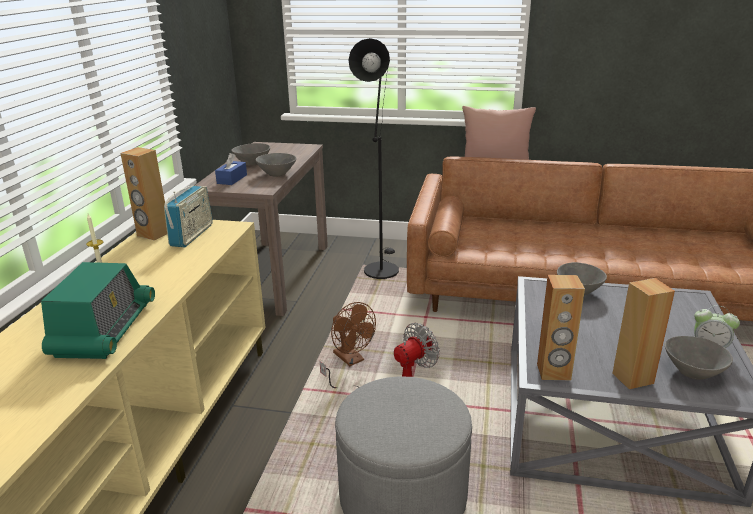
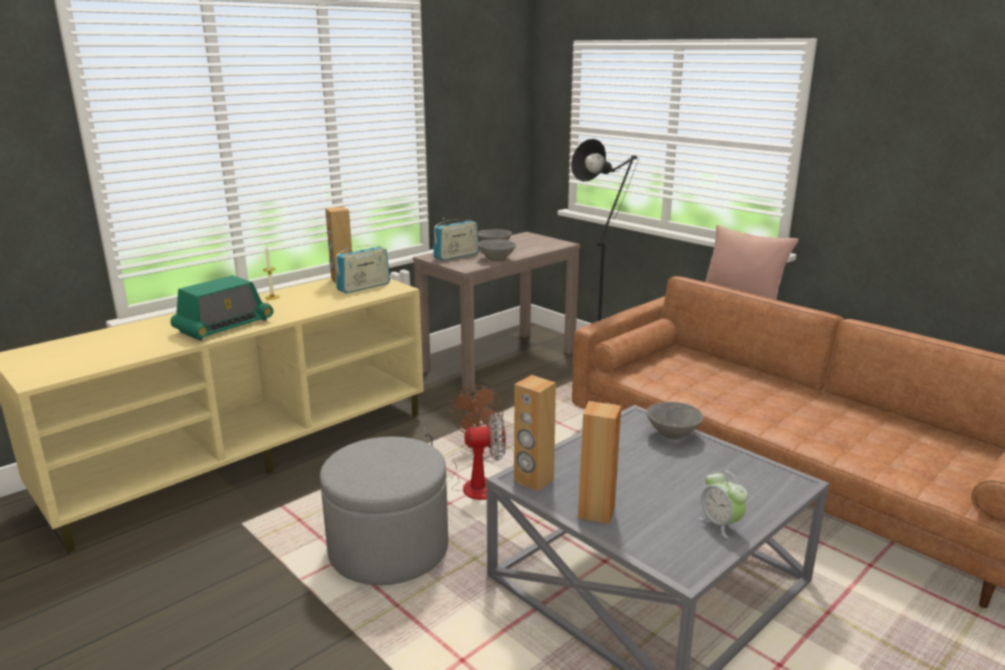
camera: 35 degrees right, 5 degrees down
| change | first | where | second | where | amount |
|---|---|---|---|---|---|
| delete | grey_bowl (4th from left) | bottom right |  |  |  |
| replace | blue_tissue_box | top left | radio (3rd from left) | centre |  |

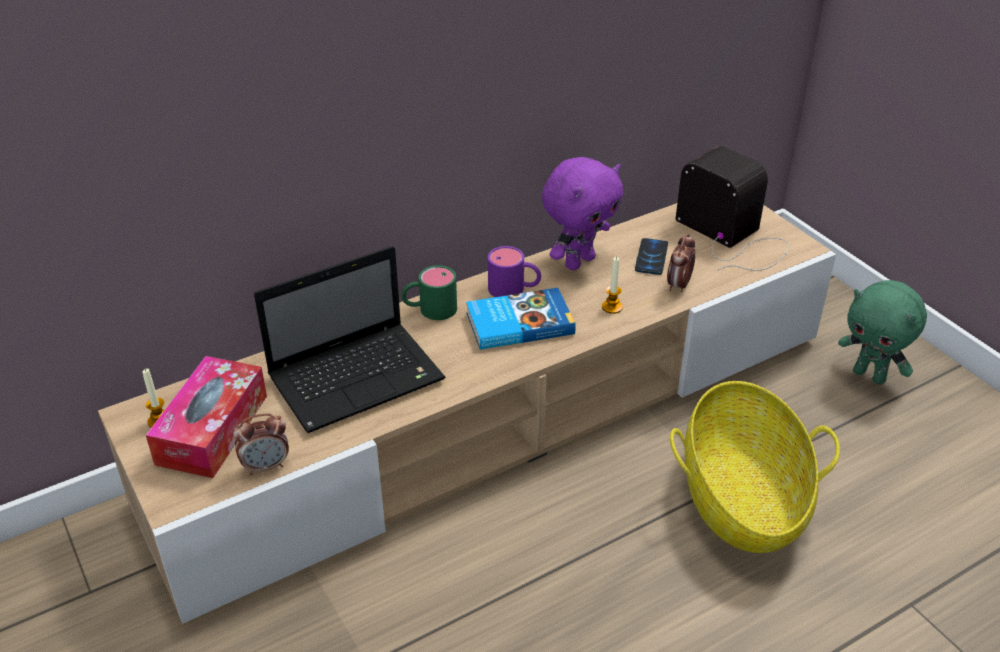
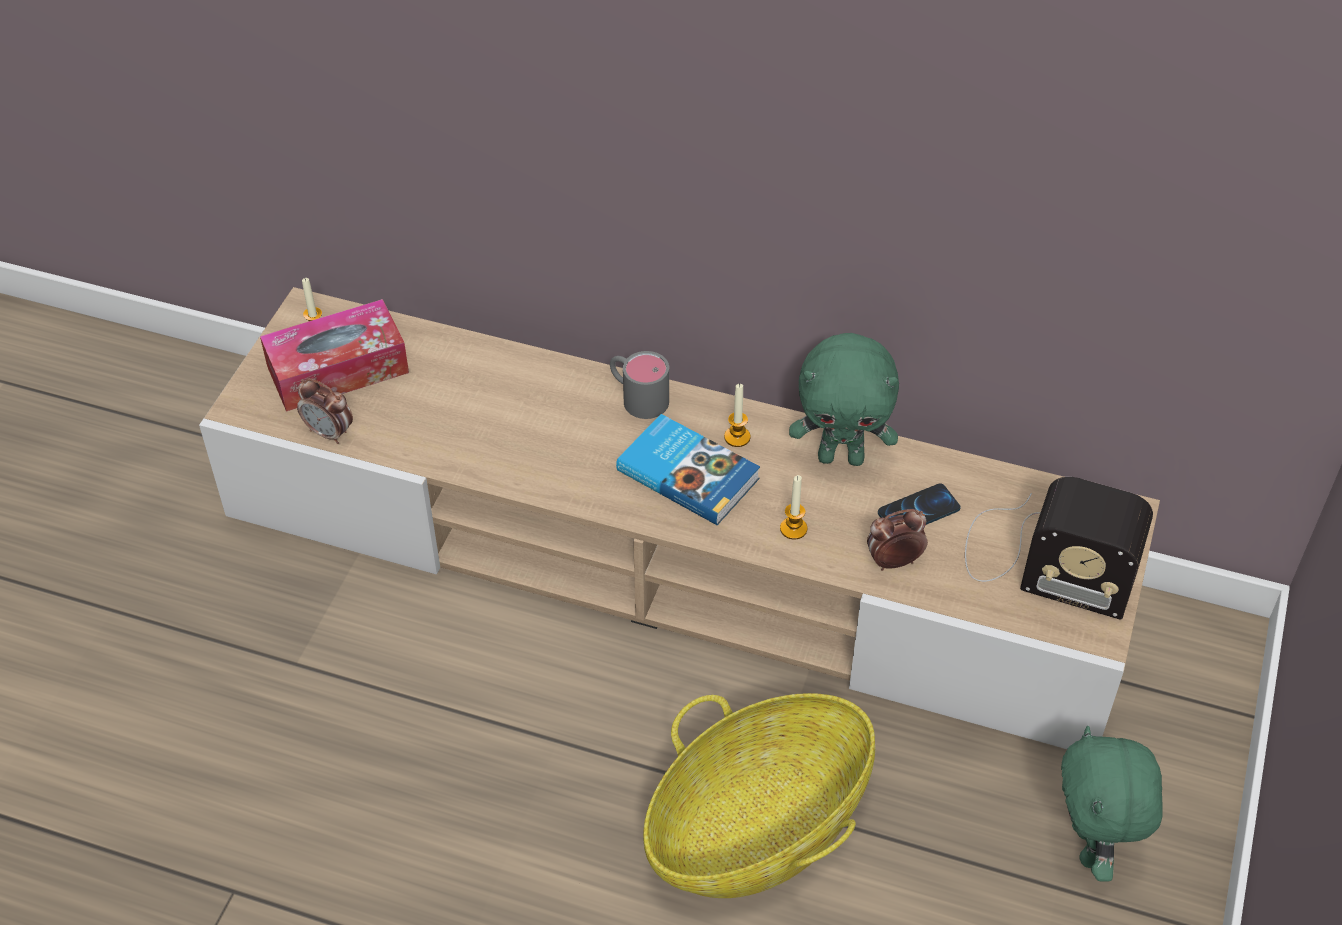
camera: 50 degrees right, 10 degrees up
| change | first | where | second | where | amount |
|---|---|---|---|---|---|
| delete | laptop | centre |  |  |  |
| replace | purple_mug | centre | candle (2nd from left) | centre |  |
| recolor | green_mug | centre | grey_mug | centre |  |
| recolor | purple_plush_toy | top centre | green_plush_toy (1st from left) | centre |  |
| rotate | radio | top right |  | middle right | 105 degrees clockwise |

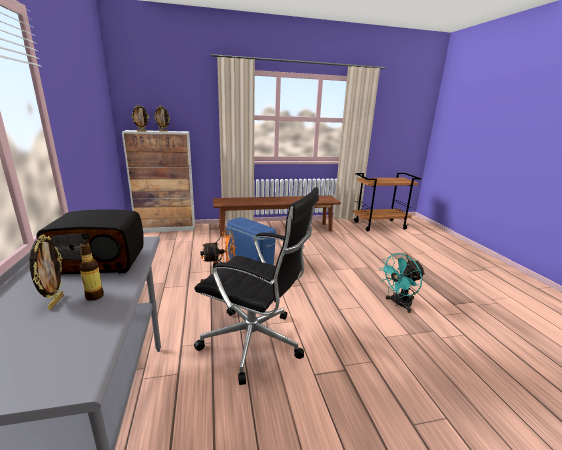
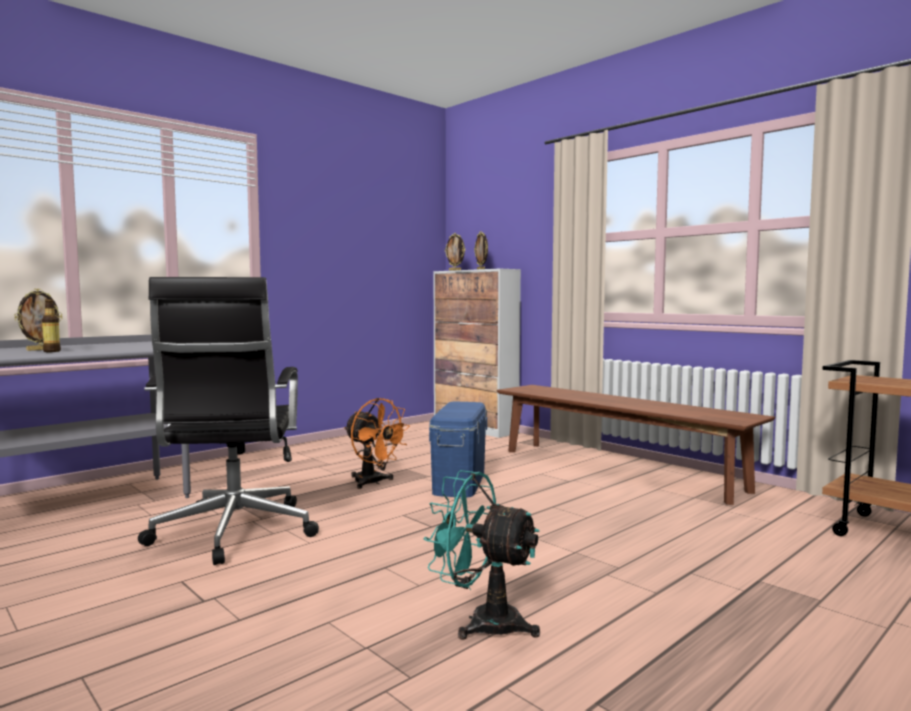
camera: 60 degrees right, 15 degrees down
| change | first | where | second | where | amount |
|---|---|---|---|---|---|
| delete | radio | middle left |  |  |  |

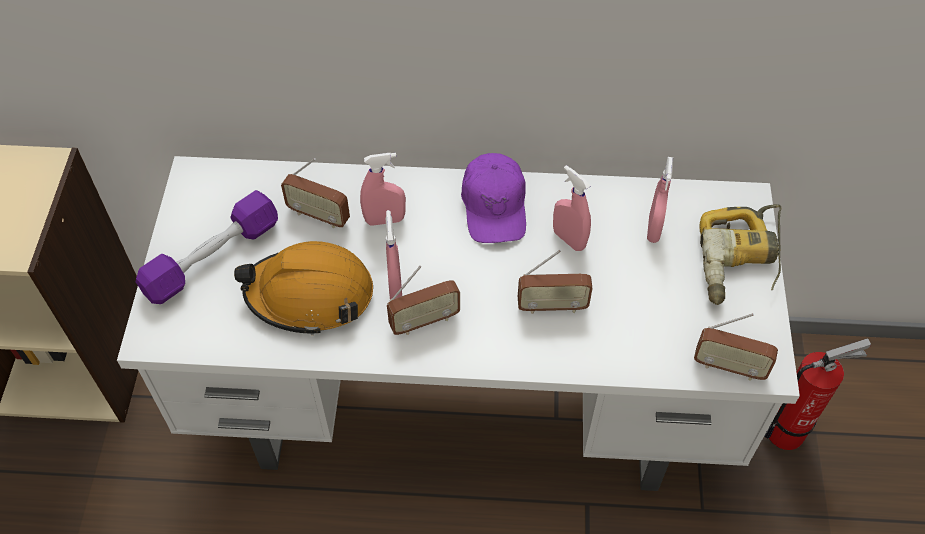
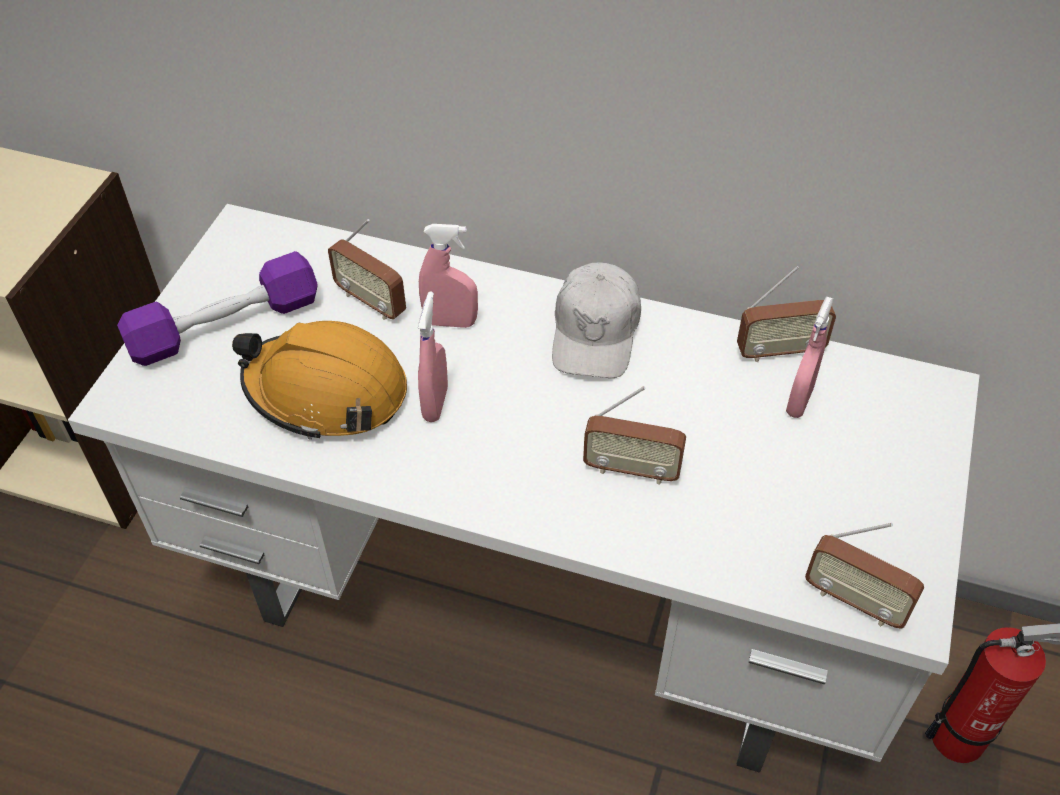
camera: 15 degrees right, 5 degrees down
| change | first | where | second | where | amount |
|---|---|---|---|---|---|
| delete | pink_spray_bottle (3rd from left) | centre |  |  |  |
| delete | power_drill | middle right |  |  |  |
| move | radio (2nd from left in the first image) | centre | radio (3rd from left) | middle right |  |
| recolor | purple_cap | centre | white_cap | centre |  |

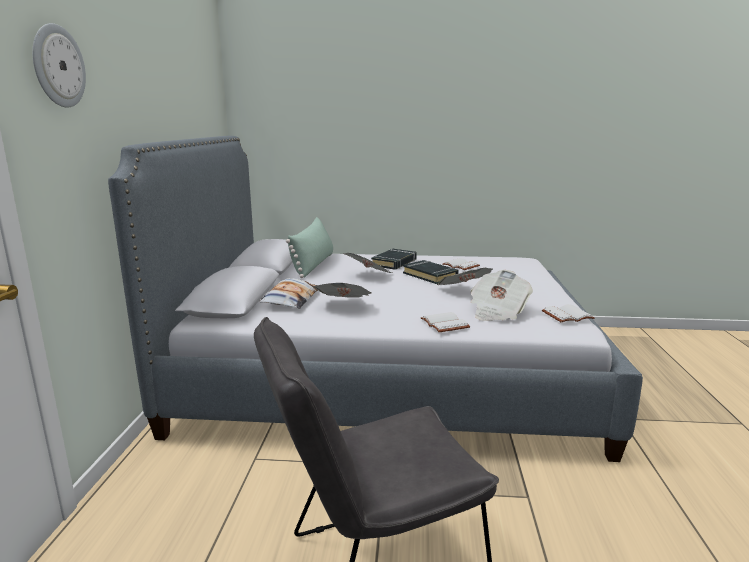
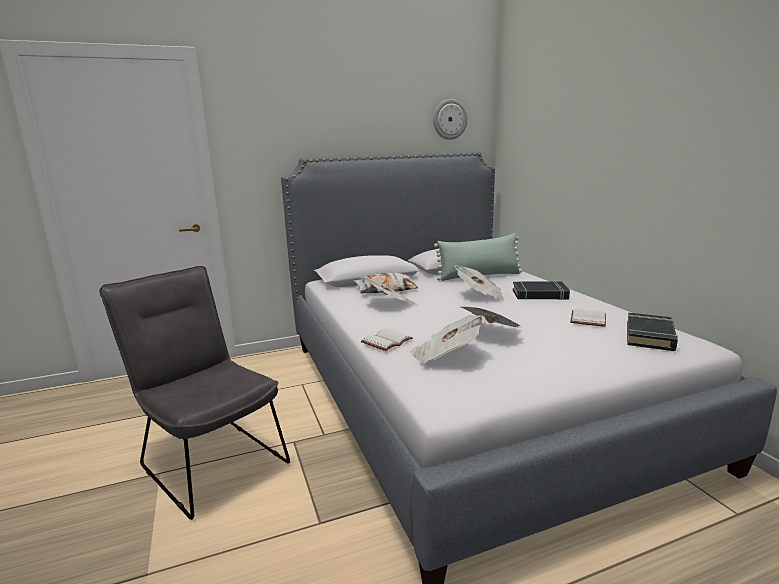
camera: 65 degrees right, 0 degrees up
| change | first | where | second | where | amount |
|---|---|---|---|---|---|
| delete | white_book (3rd from left) | middle right |  |  |  |
| move | wall_clock | top left |  | top centre |  |
| move | black_book (2nd from left) | centre |  | middle right |  |

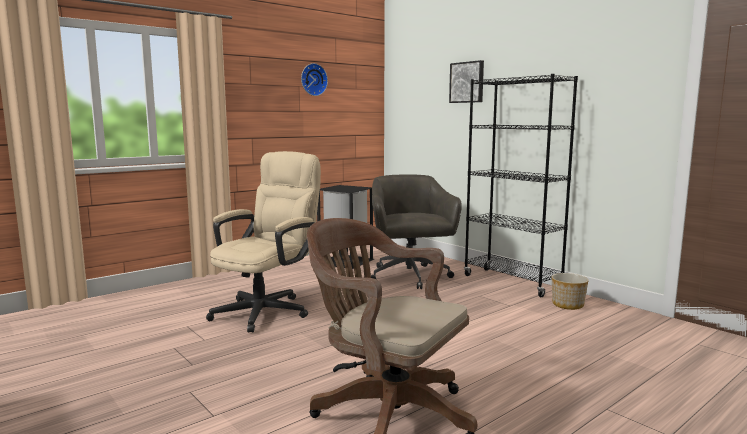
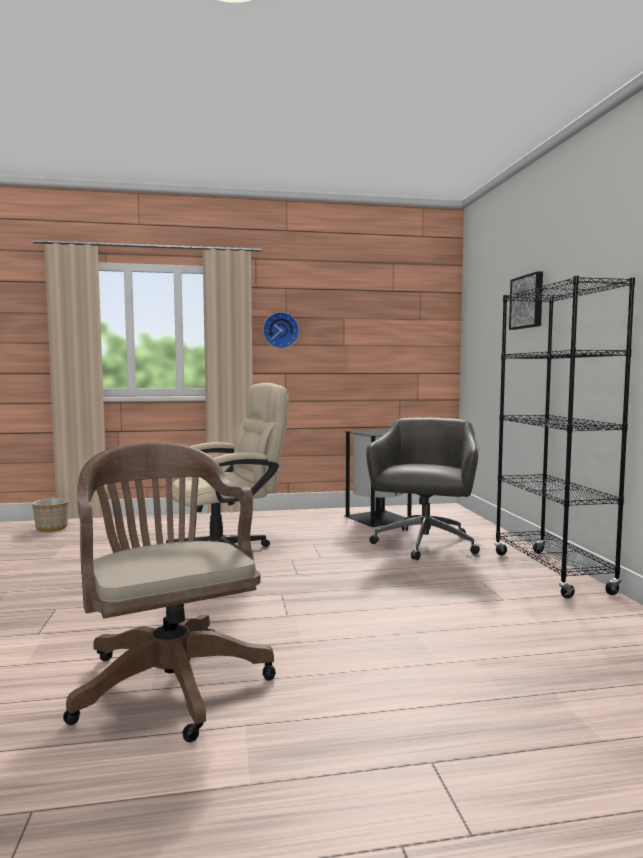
camera: 30 degrees right, 5 degrees down
| change | first | where | second | where | amount |
|---|---|---|---|---|---|
| move | wall_clock | top centre |  | centre |  |
| move | planter | bottom right |  | middle left |  |

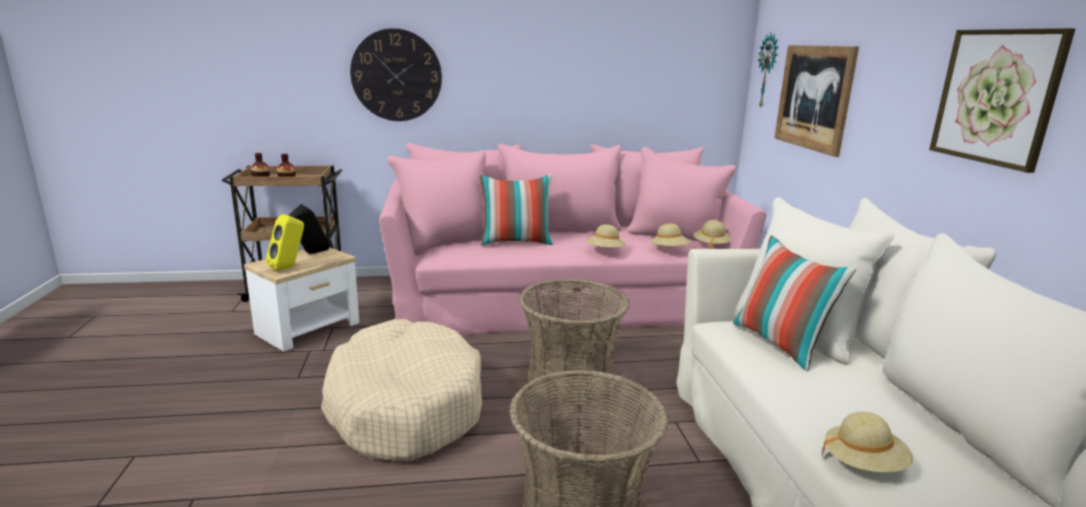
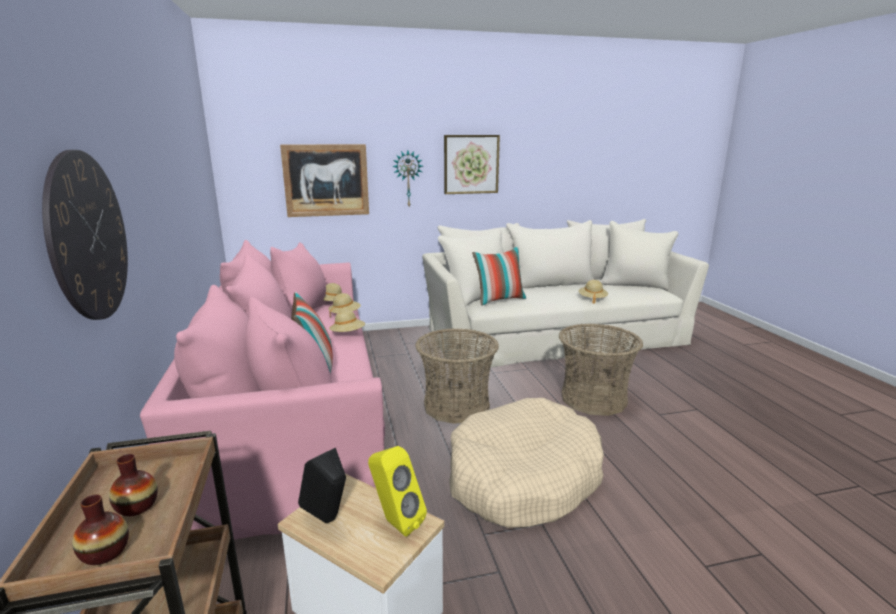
camera: 95 degrees left, 0 degrees up
| change | first | where | second | where | amount |
|---|---|---|---|---|---|
| move | wall_clock (2nd from left) | top right |  | top centre |  |

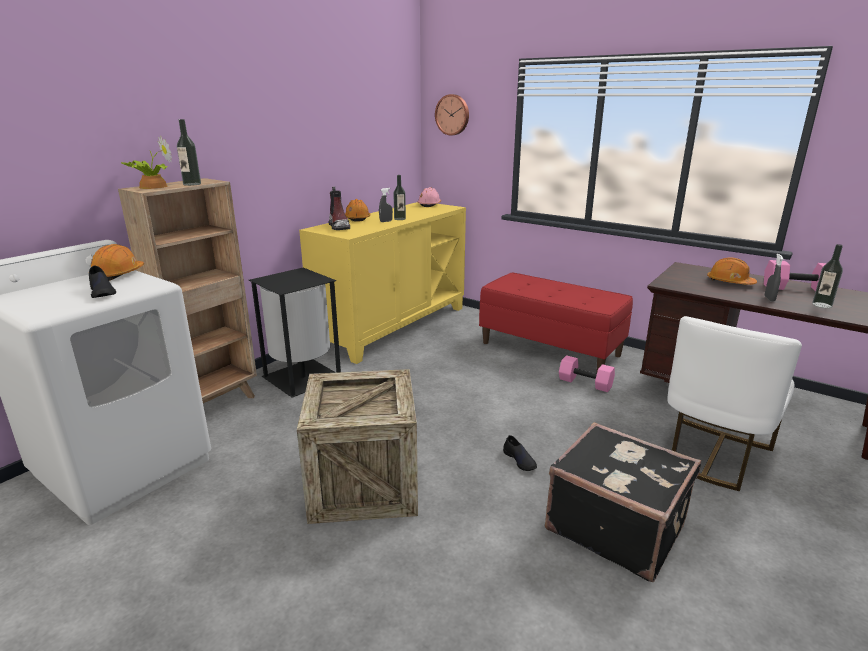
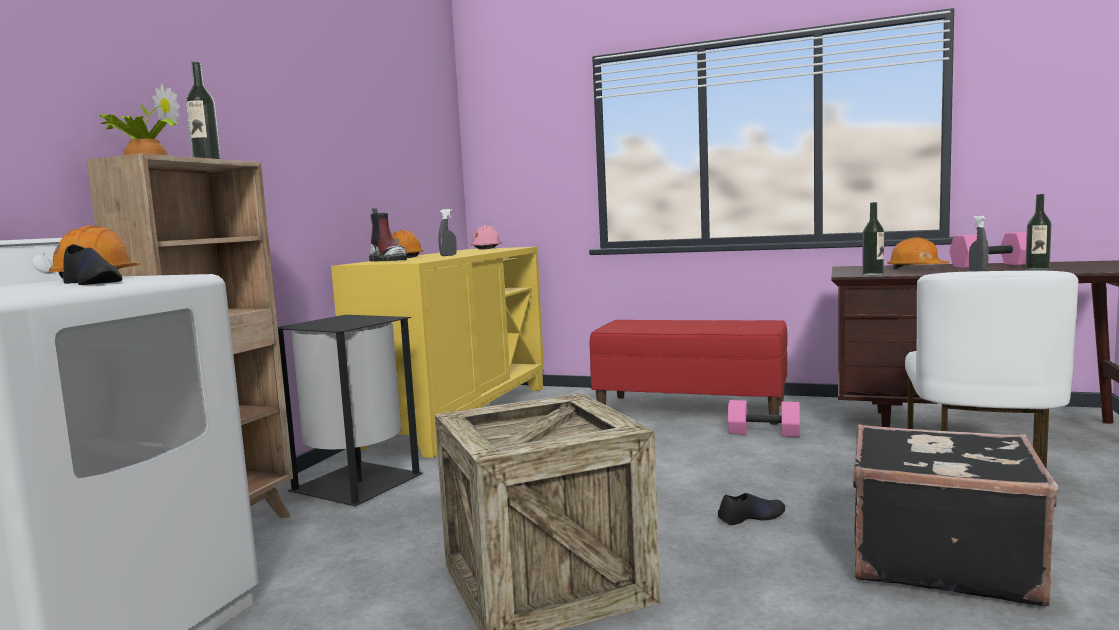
camera: 15 degrees left, 15 degrees down
| change | first | where | second | where | amount |
|---|---|---|---|---|---|
| delete | wall_clock | top centre |  |  |  |
| move | bottle (2nd from left) | top centre |  | middle right |  |
| rotate | black_shoe (2nd from left) | bottom centre |  | bottom right | 60 degrees counterclockwise |

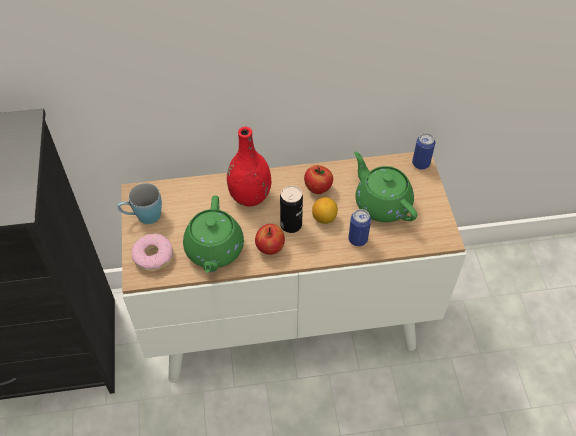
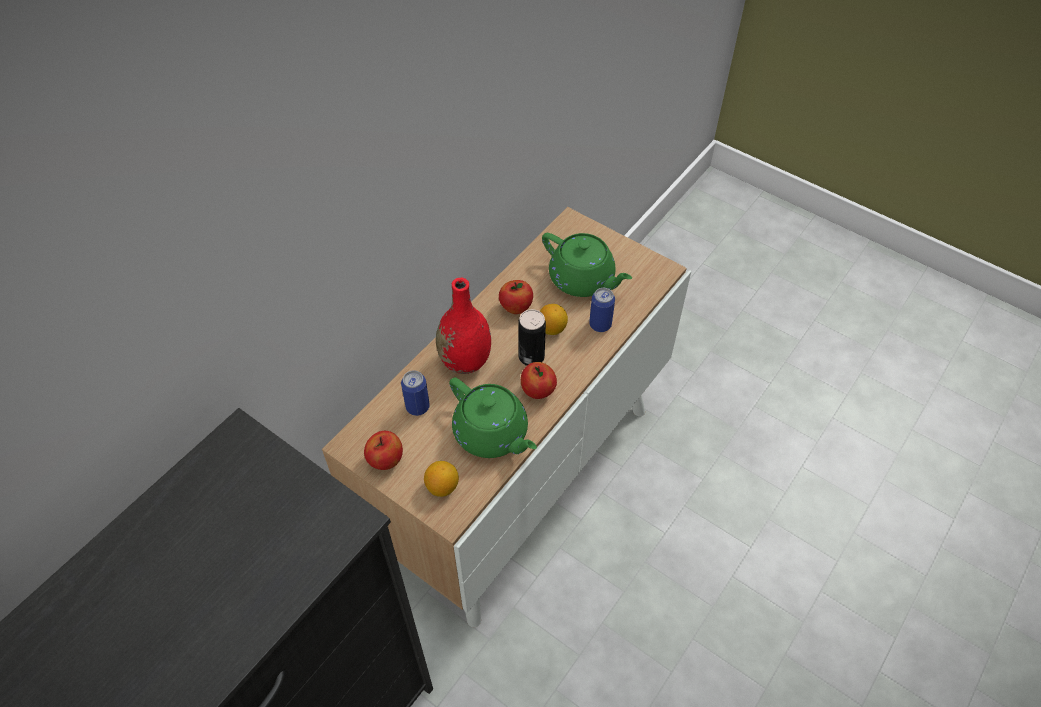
camera: 45 degrees left, 0 degrees up
| change | first | where | second | where | amount |
|---|---|---|---|---|---|
| move | can (3rd from left in the first image) | middle right | can (1st from left) | centre |  |
| replace | blue_mug | middle left | apple (1st from left) | centre |  |
| replace | donut | middle left | lemon (1st from left) | bottom centre |  |
| rotate | green_teapot (2nd from left) | middle right |  | centre | 150 degrees counterclockwise |

